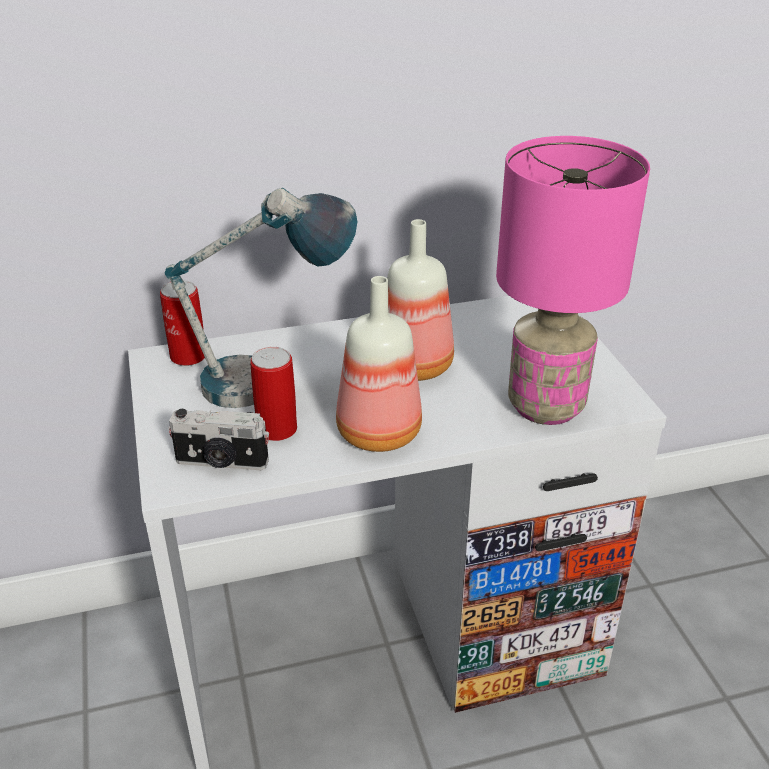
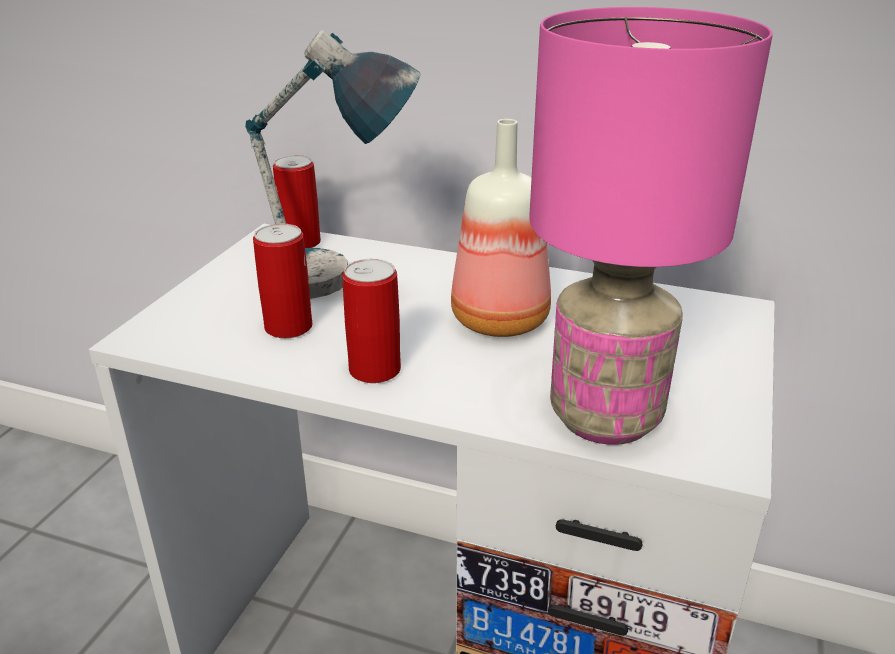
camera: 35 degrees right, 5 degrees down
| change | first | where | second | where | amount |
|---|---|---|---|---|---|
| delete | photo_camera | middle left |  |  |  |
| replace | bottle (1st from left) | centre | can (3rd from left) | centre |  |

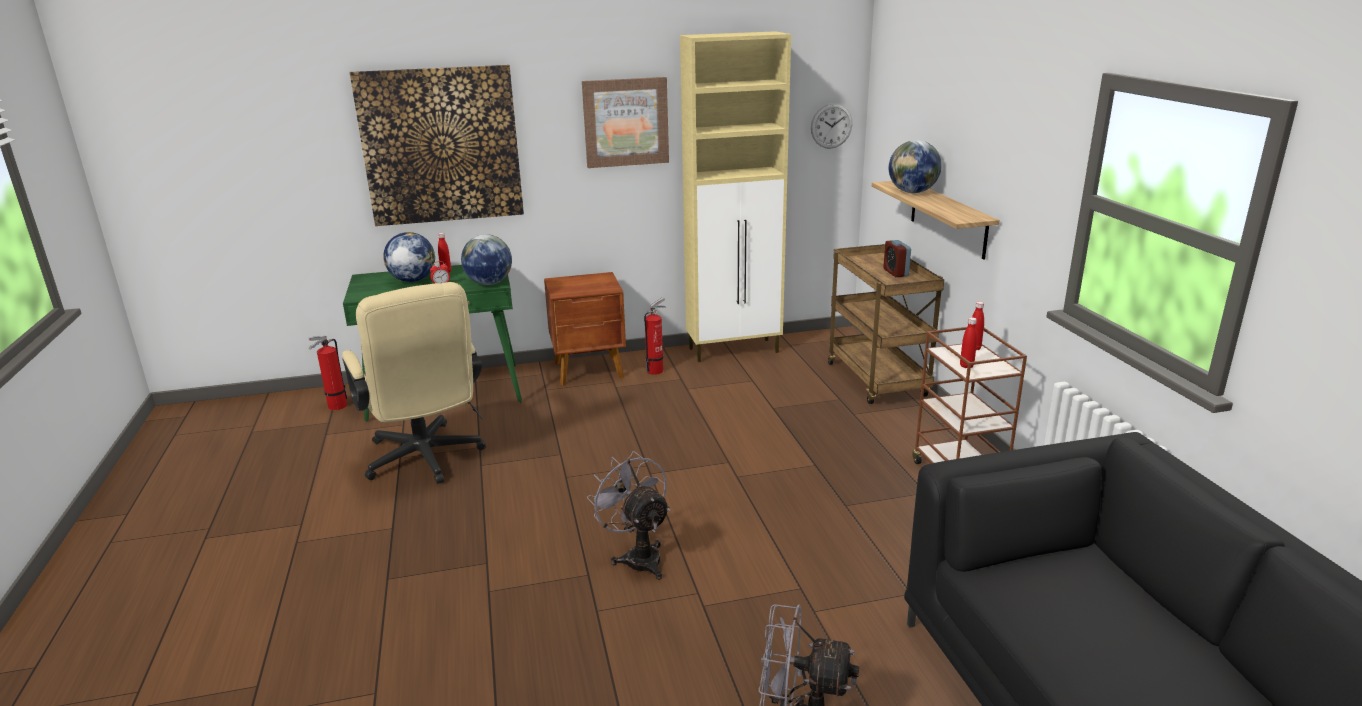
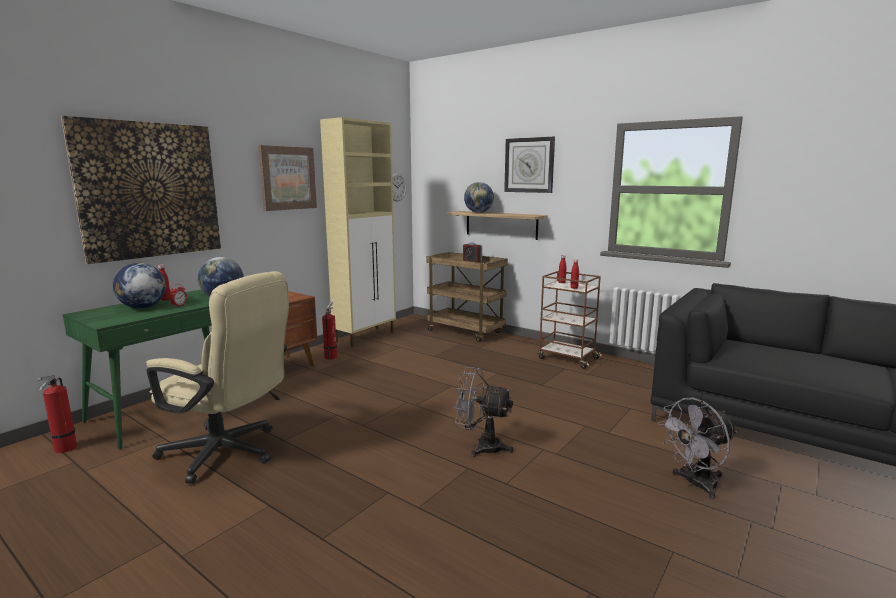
camera: 40 degrees left, 10 degrees down
| change | first | where | second | where | amount |
|---|---|---|---|---|---|
| insert |  |  | wall_clock (2nd from left) | top centre |  |

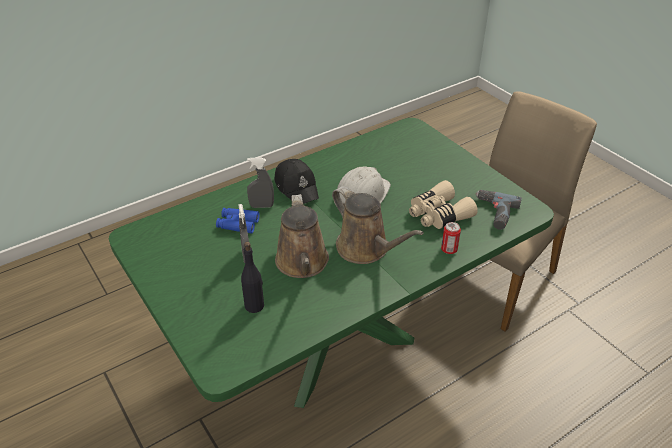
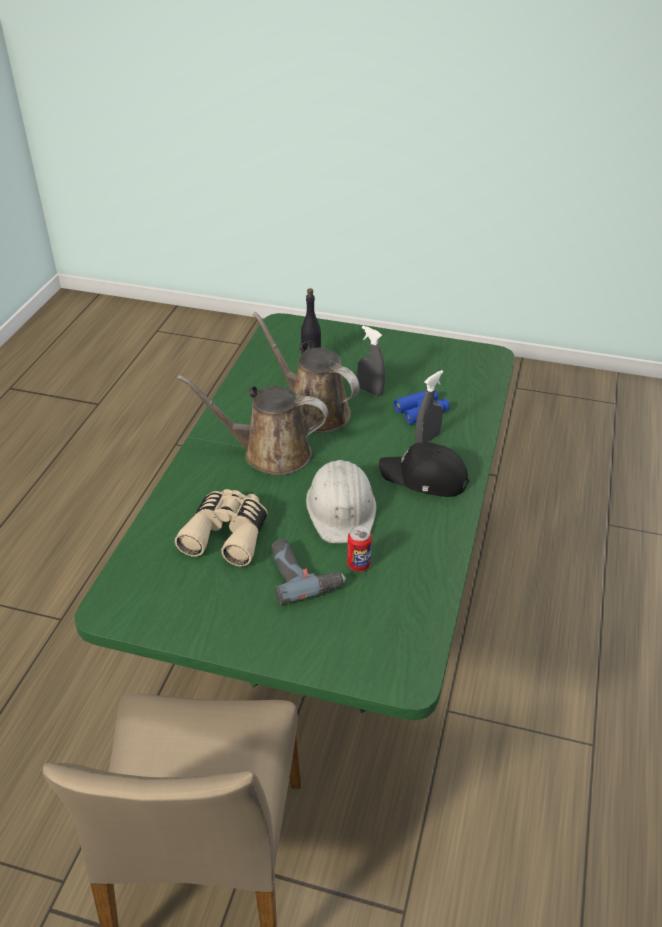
camera: 140 degrees right, 0 degrees up
| change | first | where | second | where | amount |
|---|---|---|---|---|---|
| move | can | middle right |  | centre |  |
| move | power_drill | middle right |  | centre |  |

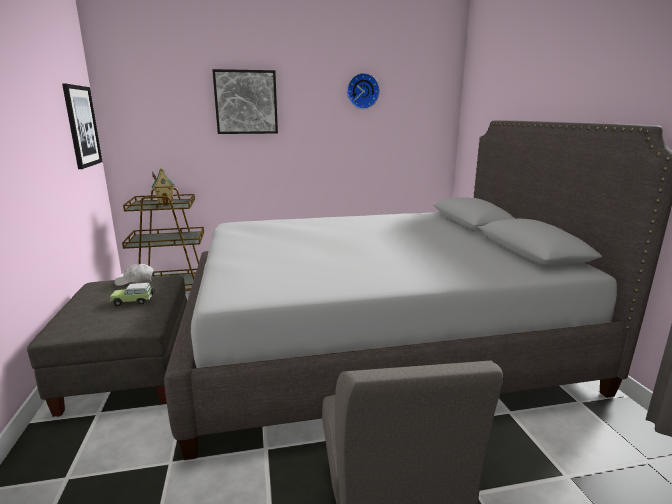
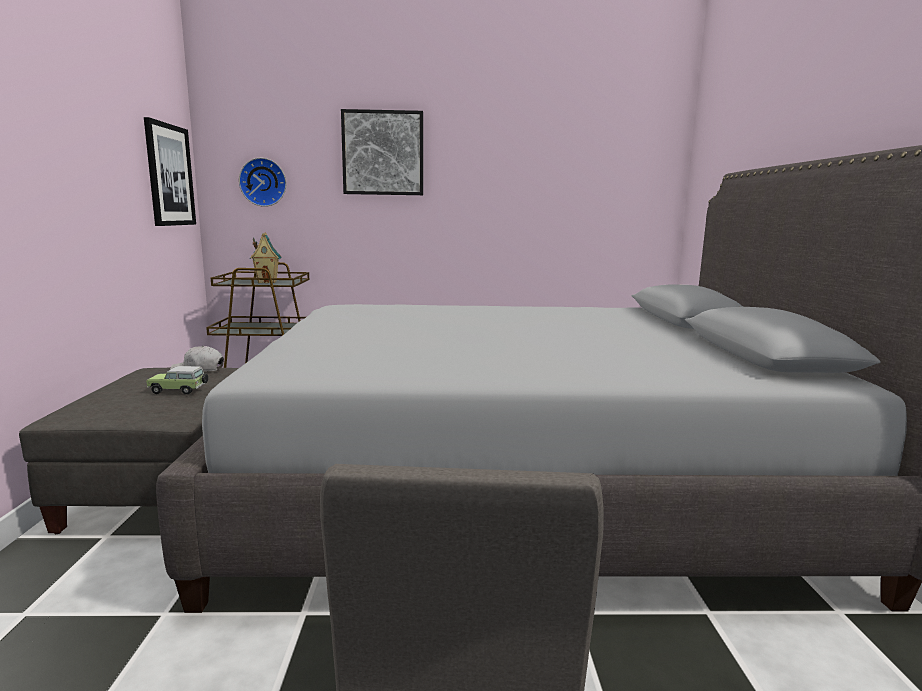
camera: 10 degrees right, 5 degrees down
| change | first | where | second | where | amount |
|---|---|---|---|---|---|
| move | wall_clock | top centre |  | top left |  |

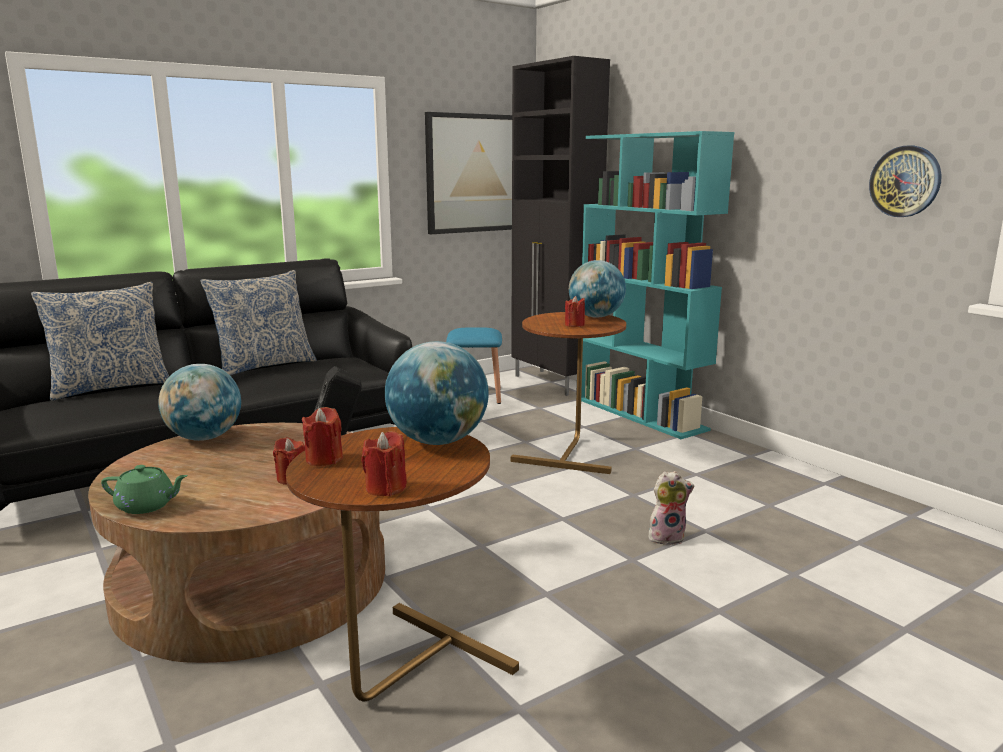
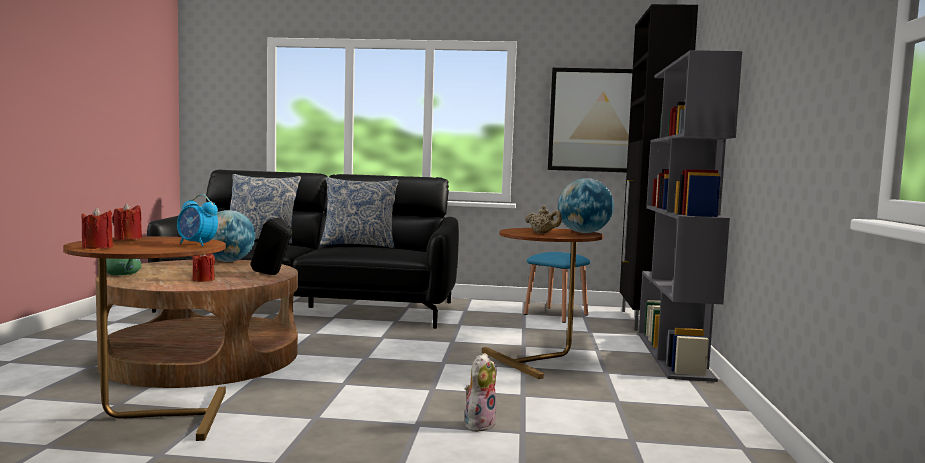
camera: 40 degrees right, 10 degrees down
| change | first | where | second | where | amount |
|---|---|---|---|---|---|
| delete | wall_clock | top right |  |  |  |
| replace | globe (2nd from left) | centre | alarm_clock | middle left |  |
| replace | red_candle (4th from left) | centre | beige_teapot | centre |  |
| recolor | turquoise_bookcase | centre | grey_bookcase | middle right |  |
| rotate | plush_toy | bottom right |  | bottom centre | 90 degrees counterclockwise |

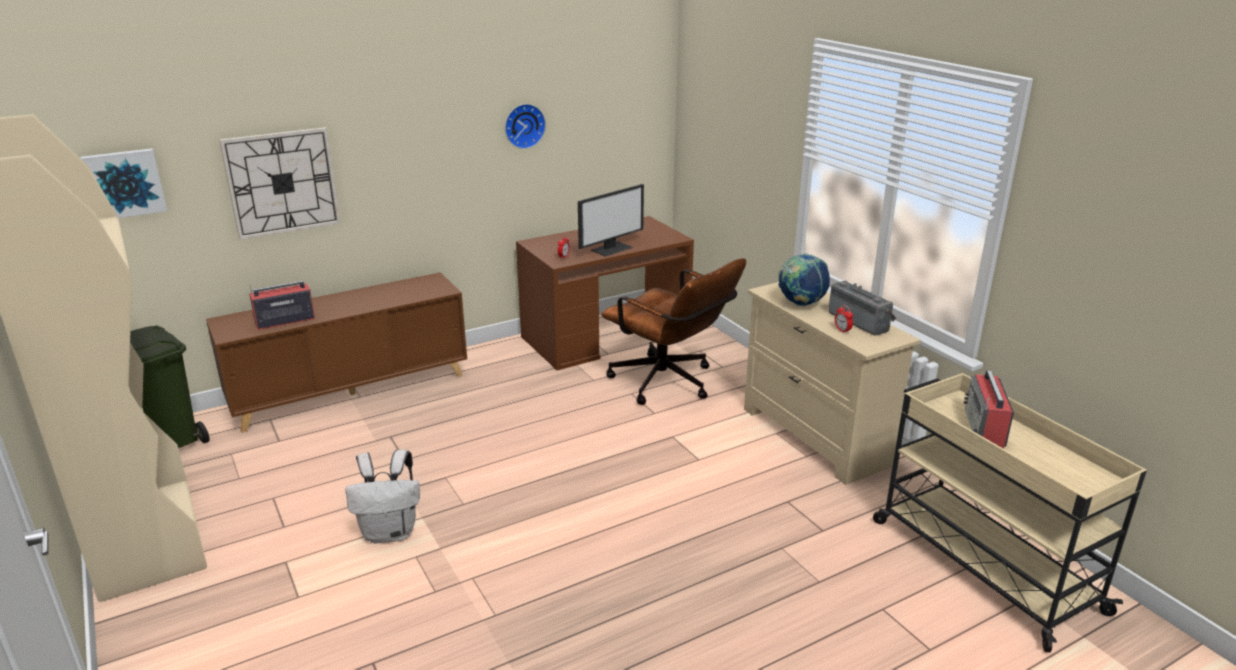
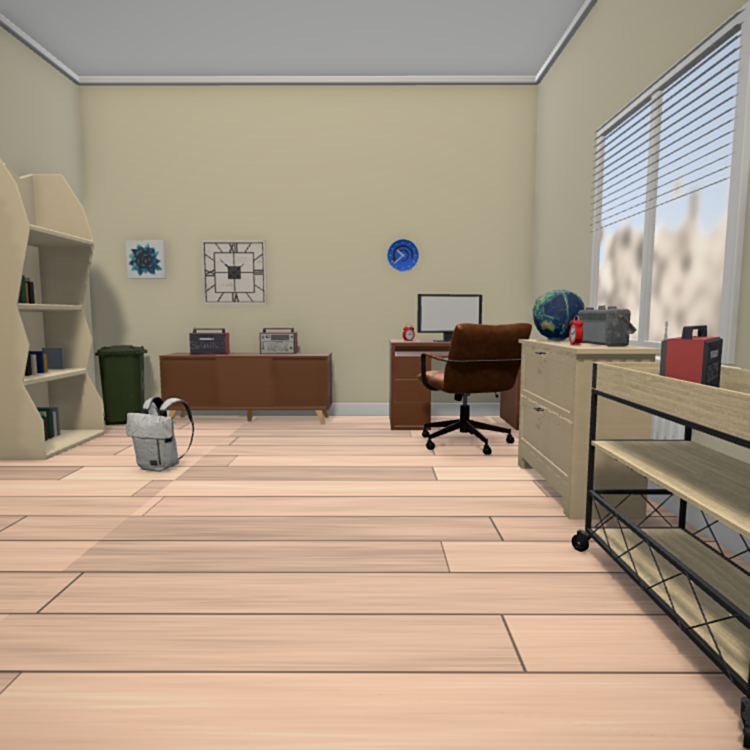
camera: 30 degrees right, 20 degrees down
| change | first | where | second | where | amount |
|---|---|---|---|---|---|
| insert |  |  | radio (2nd from left) | centre |  |

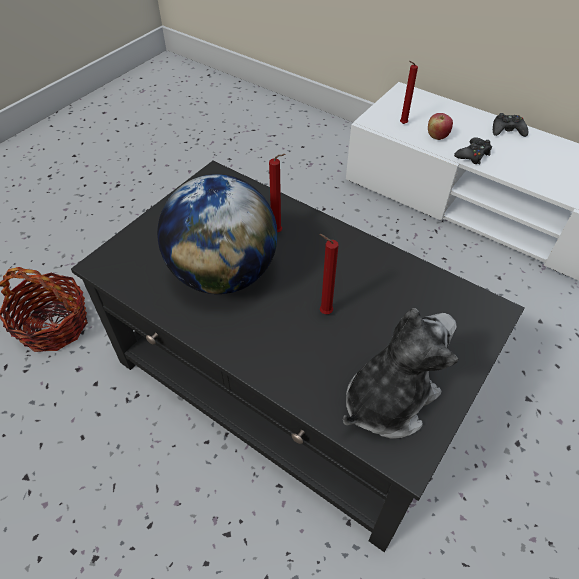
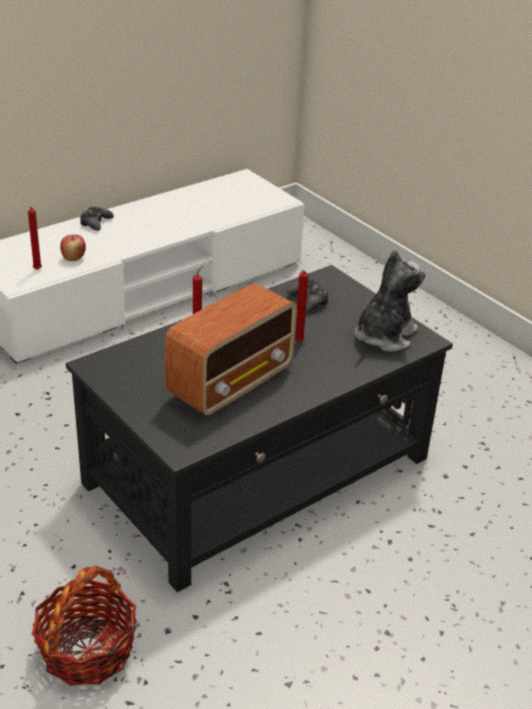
camera: 75 degrees left, 15 degrees down
| change | first | where | second | where | amount |
|---|---|---|---|---|---|
| move | black_game_controller (1st from left in the first image) | top right | black_game_controller (2nd from left) | centre |  |
| replace | globe | centre | radio | centre |  |
| rotate | plush_toy | middle right |  | middle right | 60 degrees clockwise |

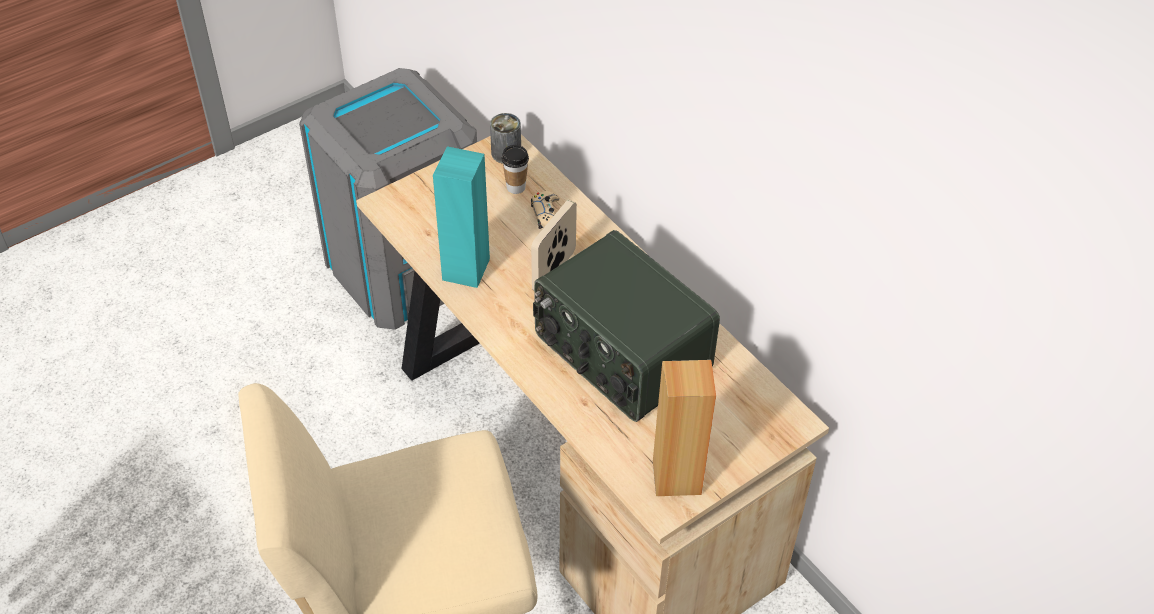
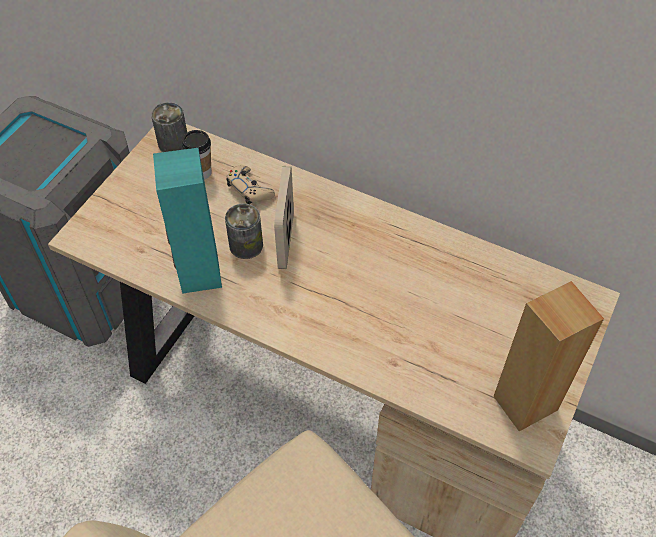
camera: 25 degrees left, 5 degrees up
| change | first | where | second | where | amount |
|---|---|---|---|---|---|
| delete | radio | centre |  |  |  |
| insert |  |  | can (2nd from left) | centre |  |

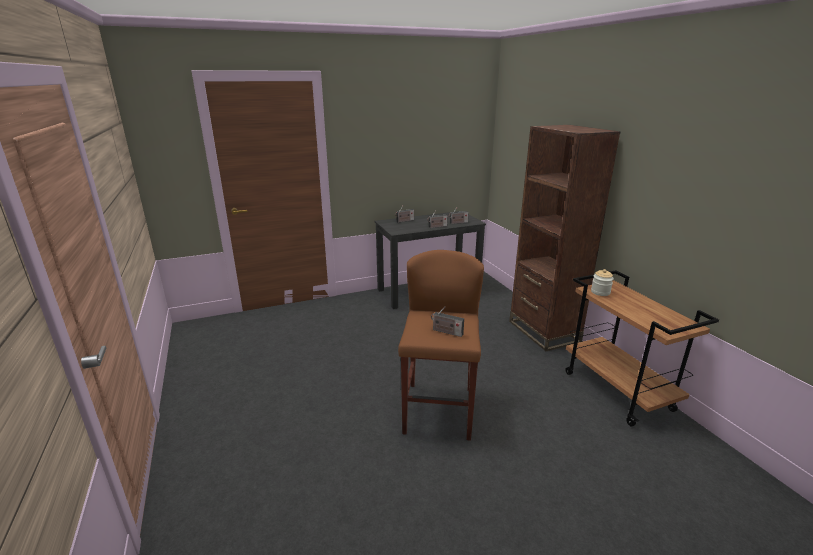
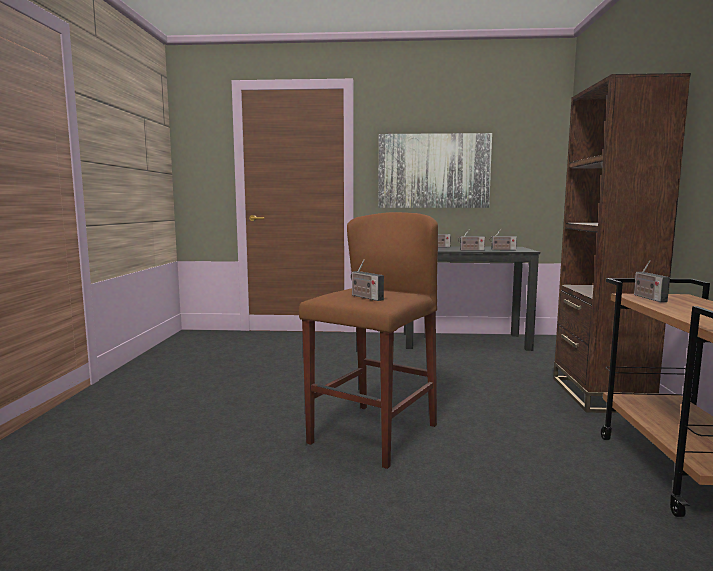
camera: 25 degrees right, 15 degrees down
| change | first | where | second | where | amount |
|---|---|---|---|---|---|
| insert |  |  | picture | top centre |  |
| replace | jar | middle right | radio (5th from left) | middle right |  |

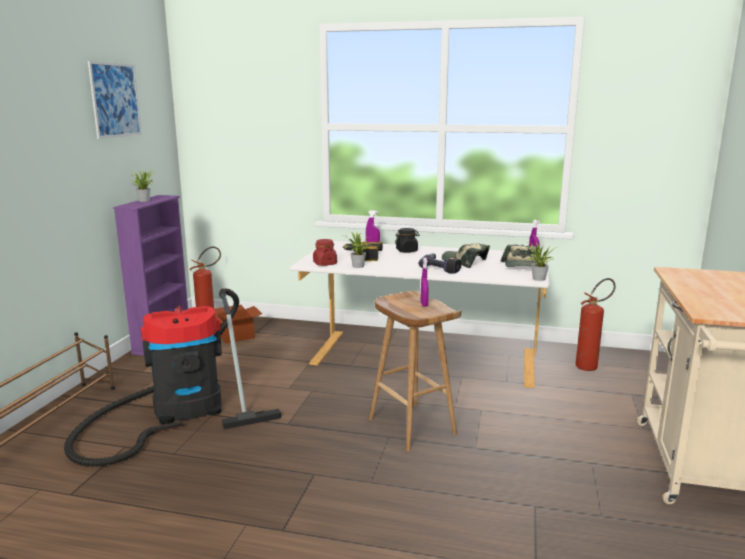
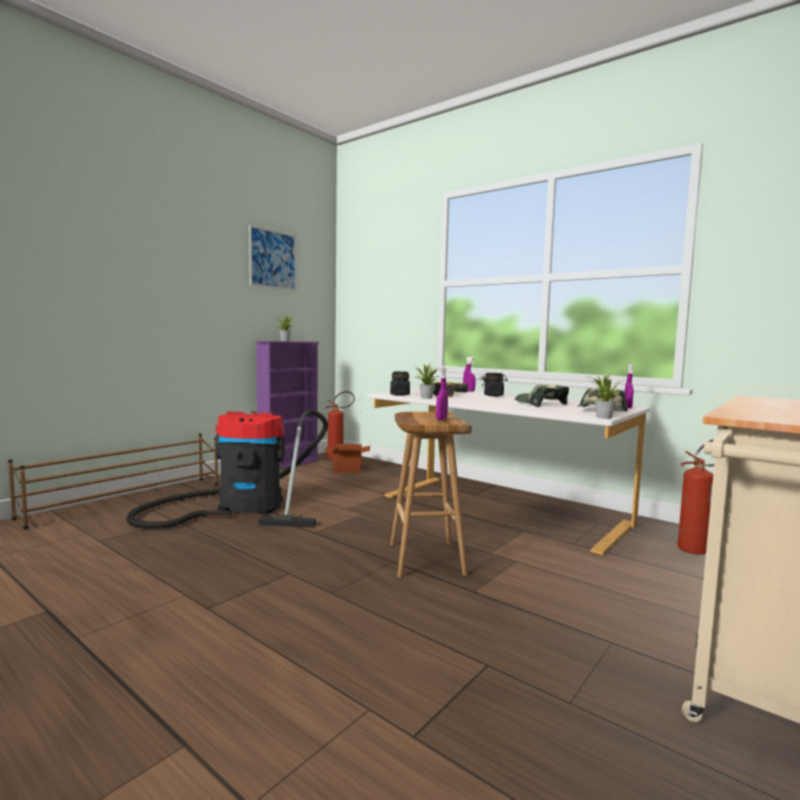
camera: 25 degrees right, 10 degrees down
| change | first | where | second | where | amount |
|---|---|---|---|---|---|
| delete | power_drill (2nd from left) | centre |  |  |  |
| recolor | red_jar | centre | black_jar (1st from left) | centre |  |

